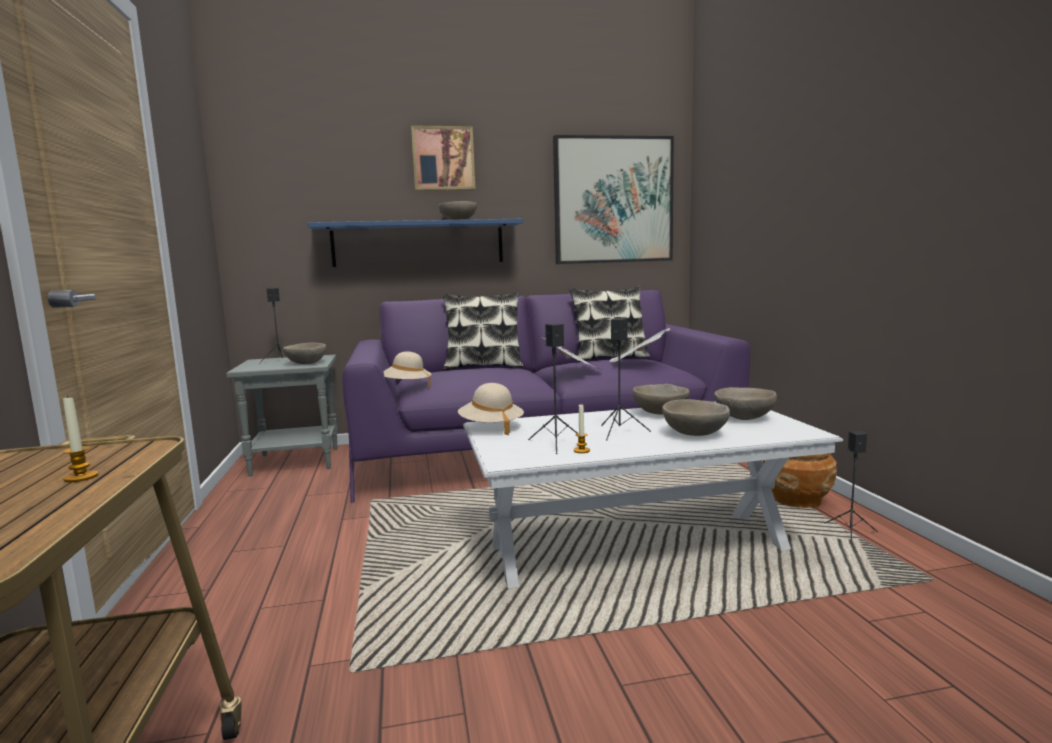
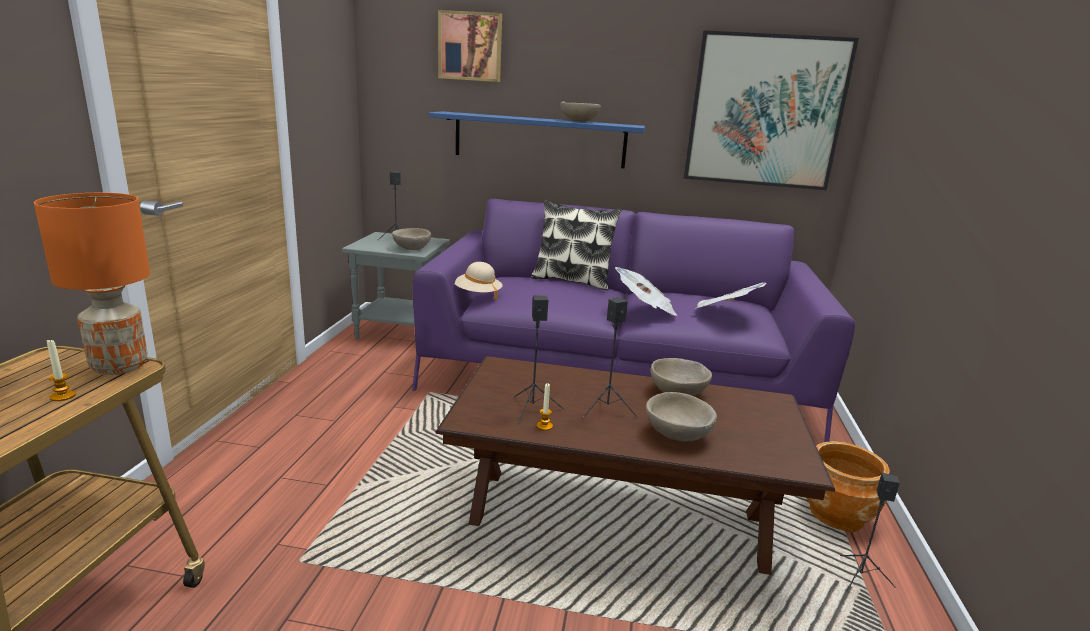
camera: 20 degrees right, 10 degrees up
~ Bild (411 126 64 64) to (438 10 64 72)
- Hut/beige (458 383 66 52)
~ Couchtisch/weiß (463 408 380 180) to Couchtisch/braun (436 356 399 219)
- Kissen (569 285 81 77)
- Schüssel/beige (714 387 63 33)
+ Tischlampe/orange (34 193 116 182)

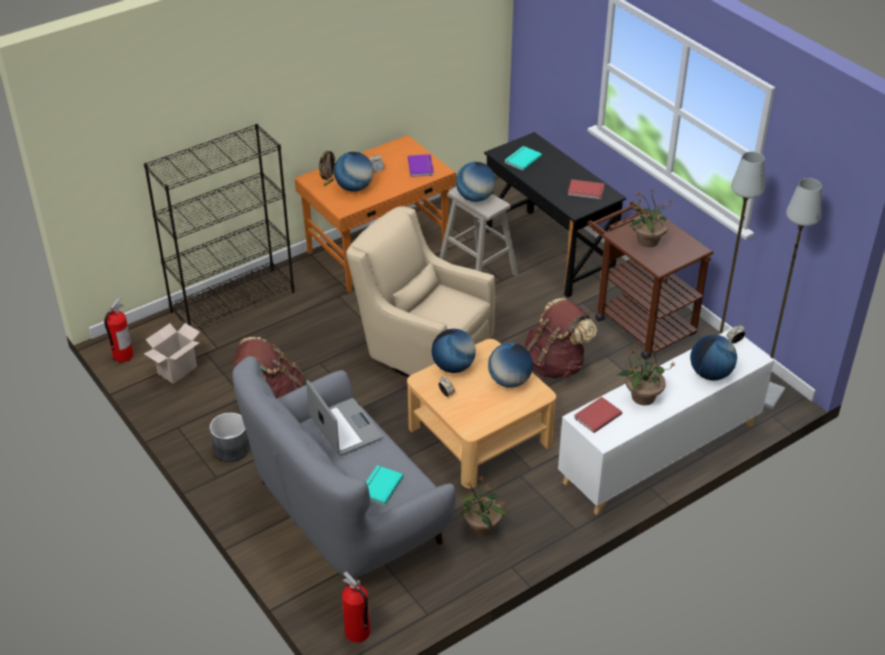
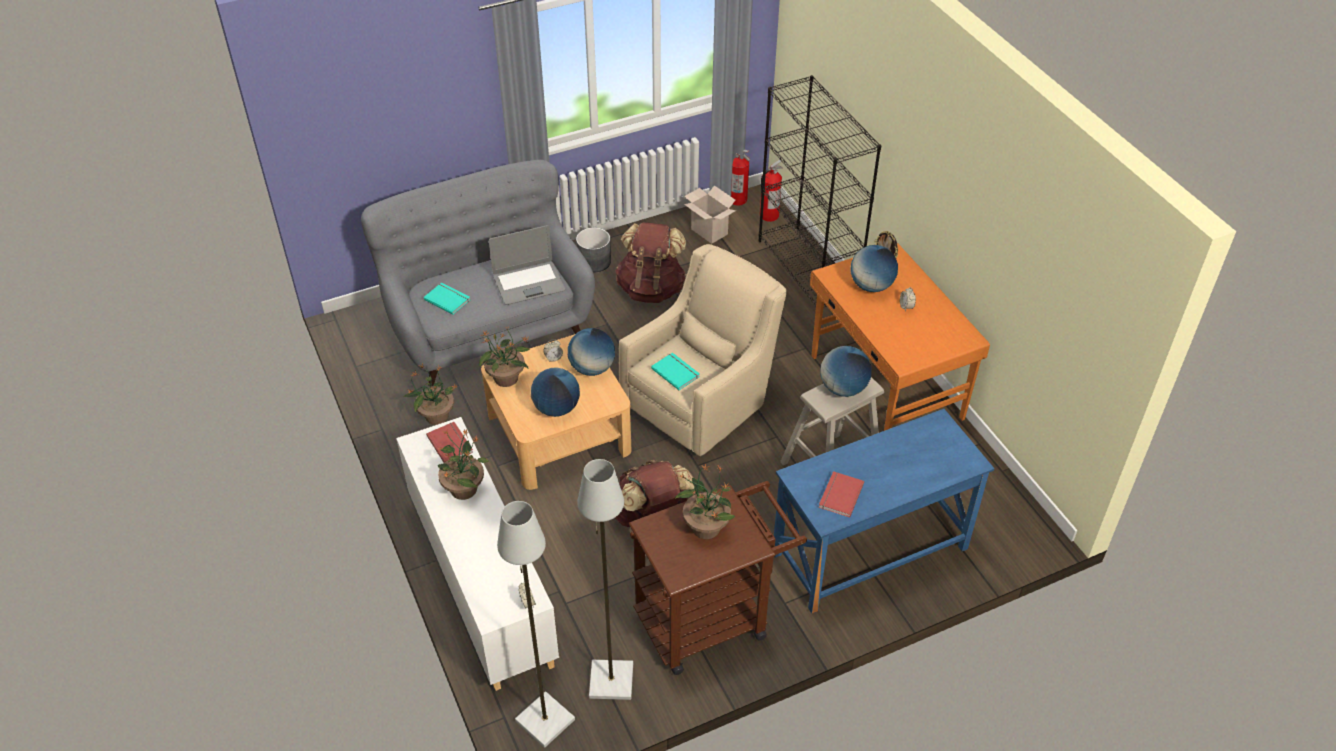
camera: 100 degrees right, 5 degrees up
~ Feuerlöscher (342 571 28 72) to (760 159 22 63)
- Buch/lila (408 154 26 23)
~ Schreibtisch/schwarz (484 132 142 166) to Schreibtisch/blau (774 409 220 204)
~ Buch/türkis (505 146 37 25) to (651 352 49 38)
- Globus (690 335 47 45)
+ Topfpflanze (479 328 51 59)

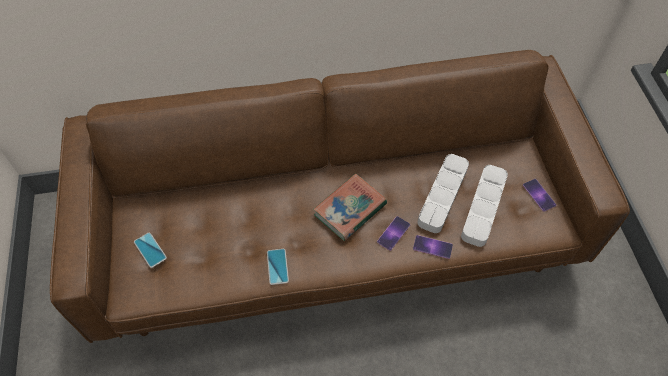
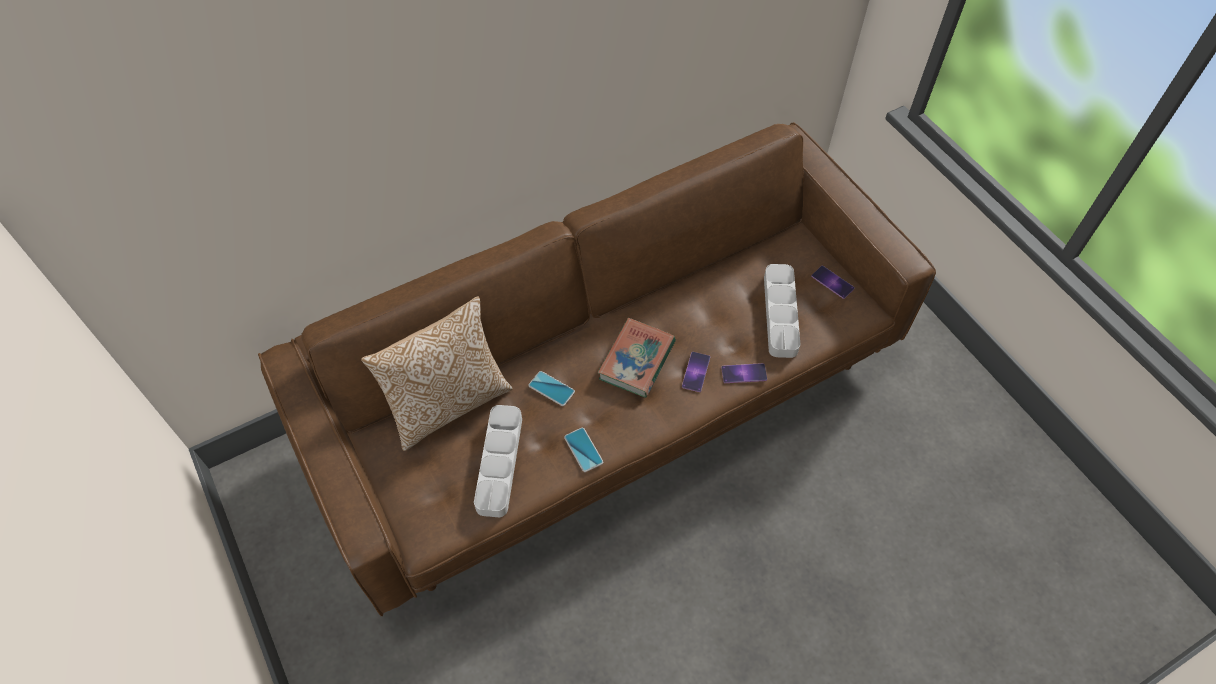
camera: 20 degrees left, 0 degrees up
~ Handy (134 233 33 35) to (528 371 47 35)
~ Tablett/grau (418 154 51 79) to (474 405 48 112)
+ Kissen (361 296 152 155)

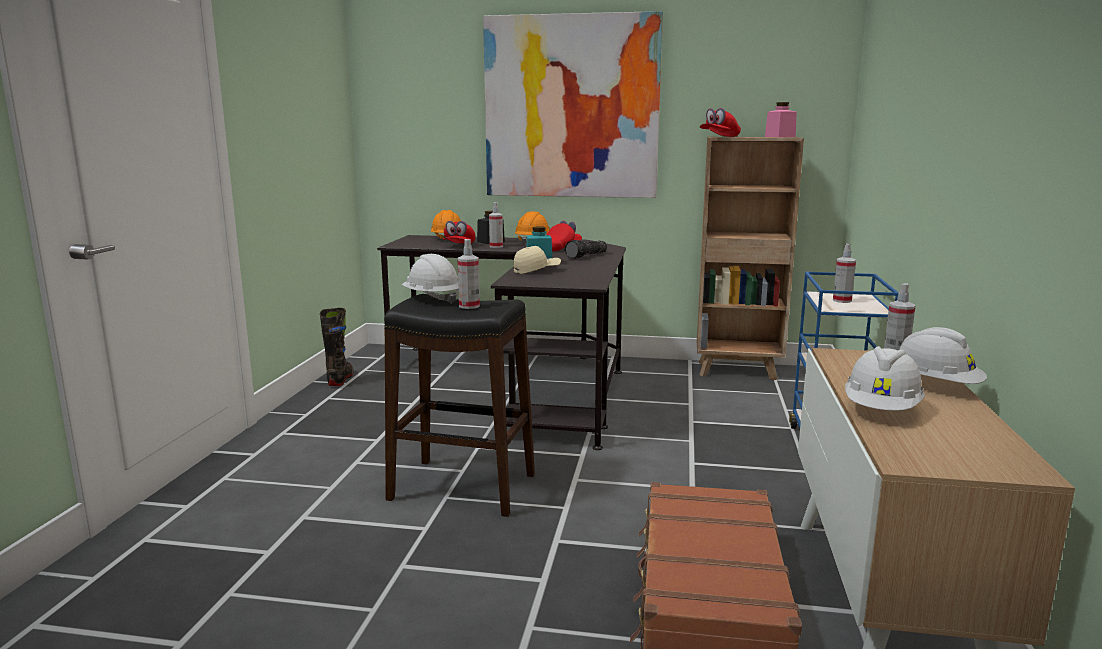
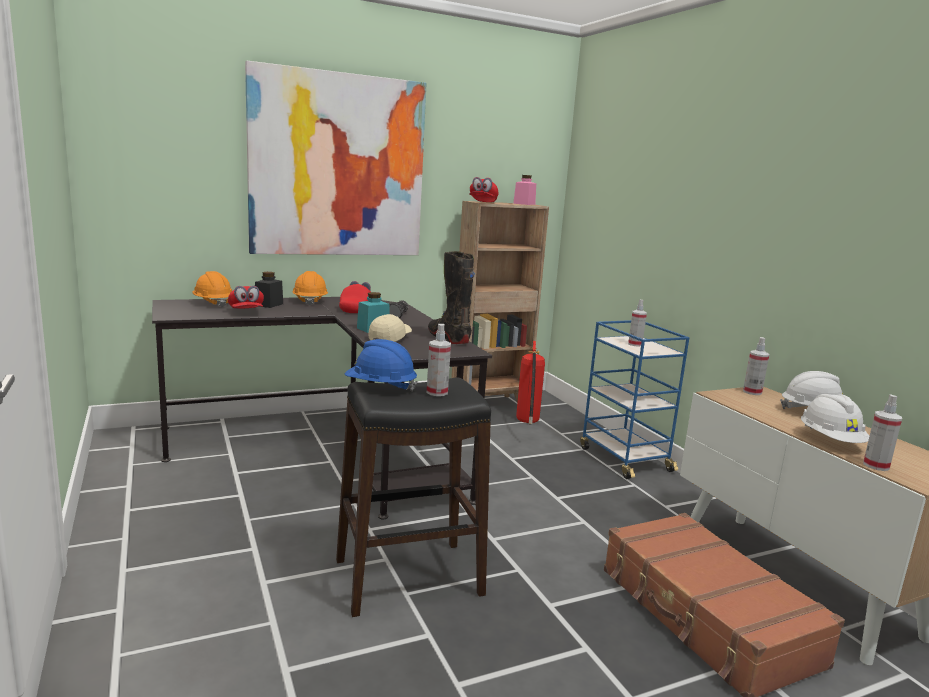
camera: 35 degrees left, 0 degrees up
~ Stiefel/schwarz (320 308 34 78) to (428 251 47 93)
~ Schutzhelm/weiß (402 254 56 50) to Schutzhelm/blau (345 339 73 53)
~ Sprühflasche (489 202 14 46) to (863 394 39 77)
+ Feuerlöscher (516 341 29 84)

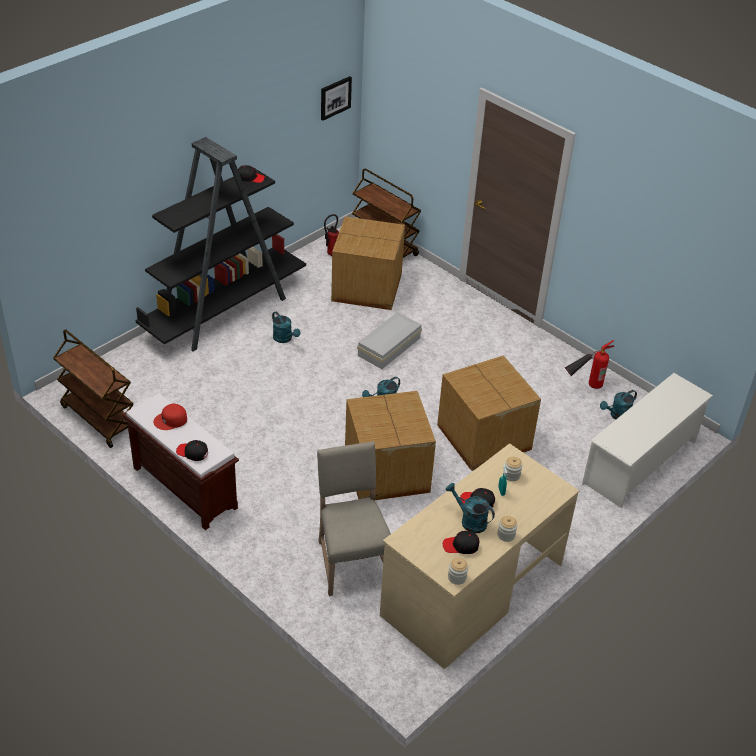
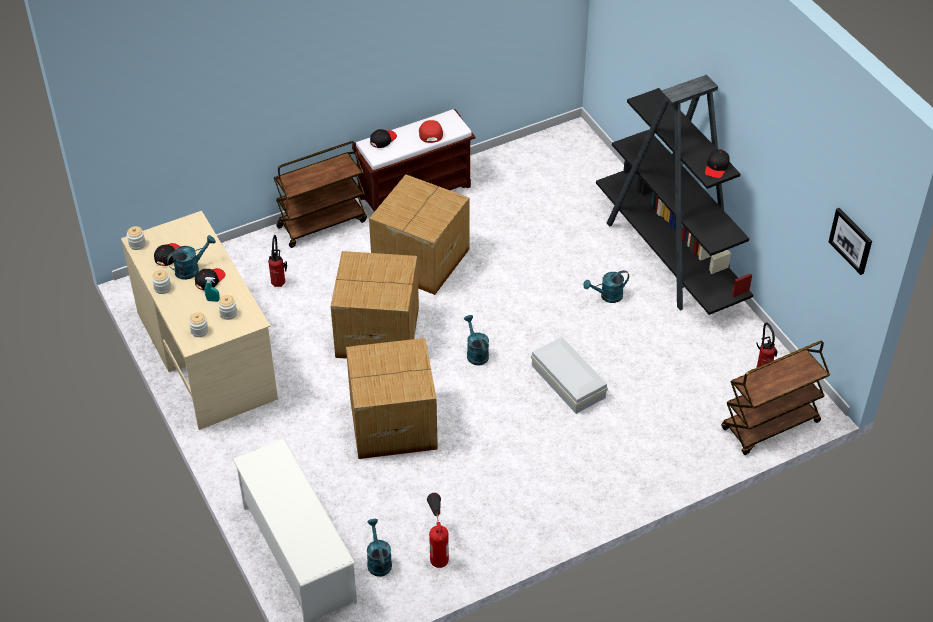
camera: 110 degrees right, 5 degrees up
~ Rollwagen/braun (53 329 81 119) to (274 141 93 107)
~ Stuhl/beige (317 441 74 155) to Feuerlöscher (268 235 19 52)
~ Karton (331 216 74 94) to (369 175 100 120)
+ Vorratsglas (189 312 19 25)

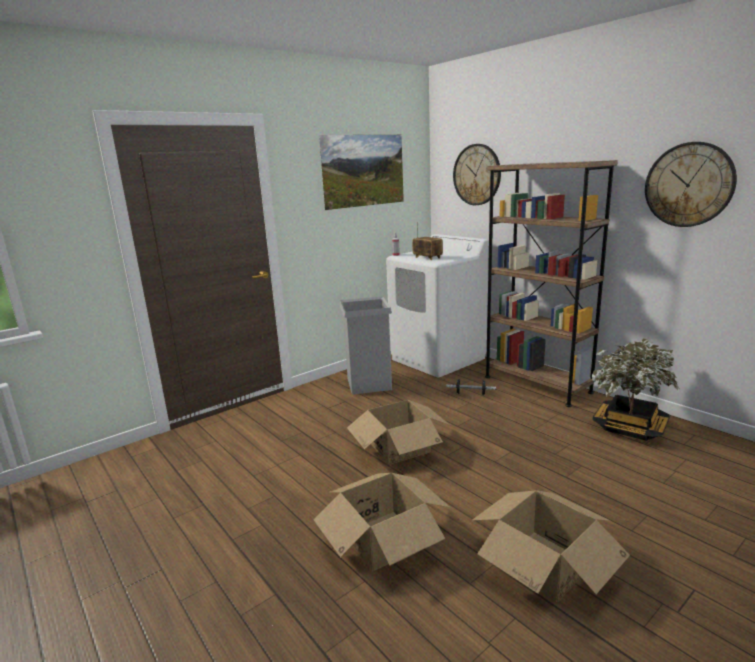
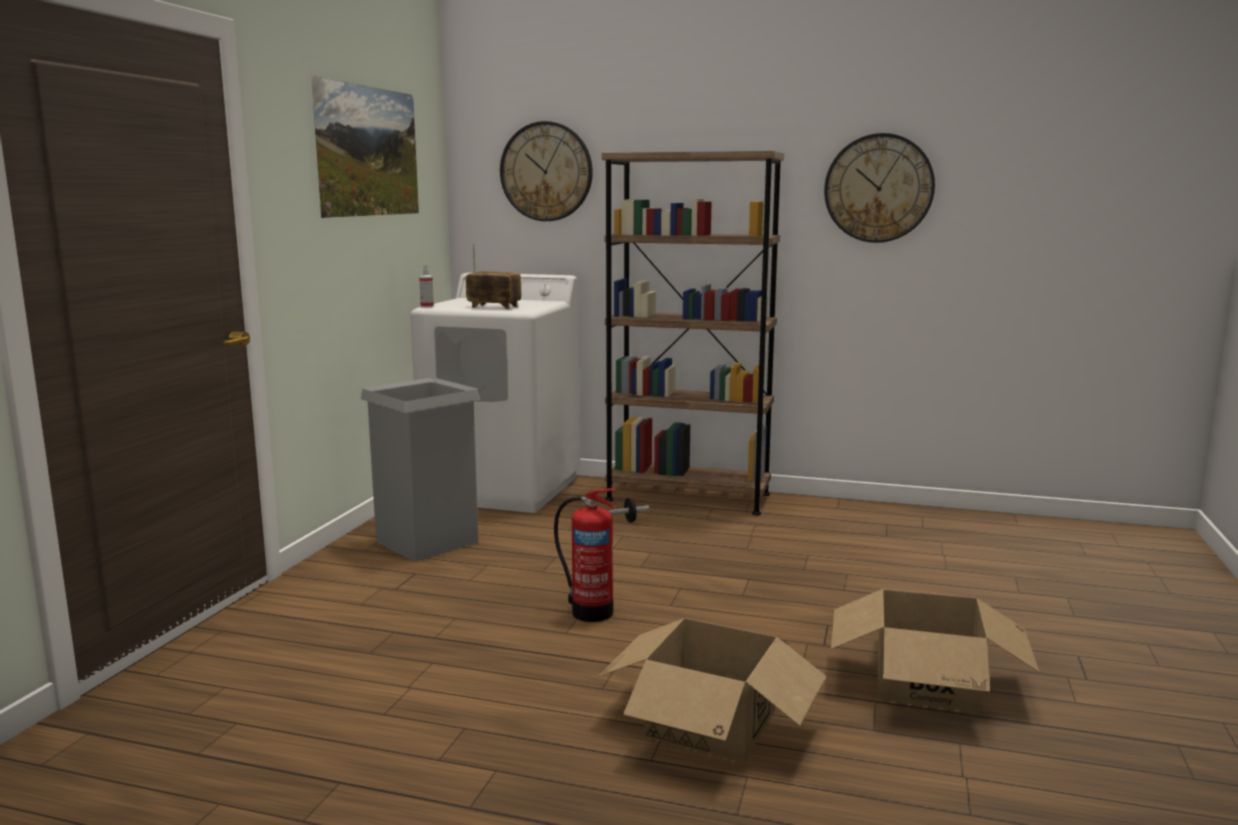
camera: 35 degrees left, 5 degrees down
~ Karton (347 400 103 65) to Feuerlöscher (554 488 62 134)
- Topfpflanze (592 339 87 102)

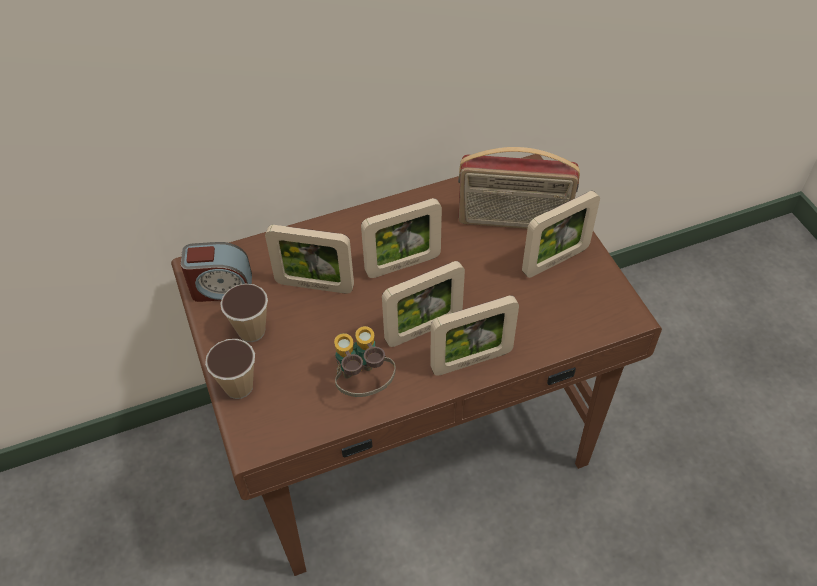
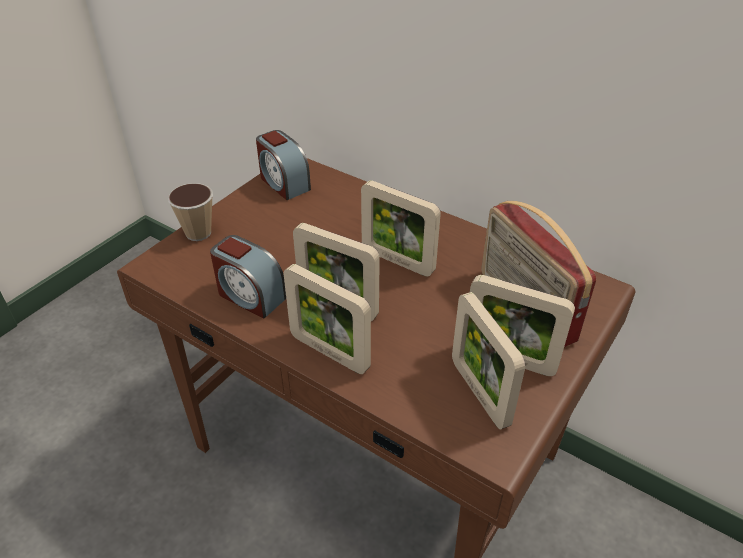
camera: 55 degrees right, 10 degrees down
- Tasse (220 284 48 58)
~ Bilderrahmen (265 225 89 69) to (452 292 73 137)
~ Fernglas (334 326 62 71) to Wecker (210 235 76 84)

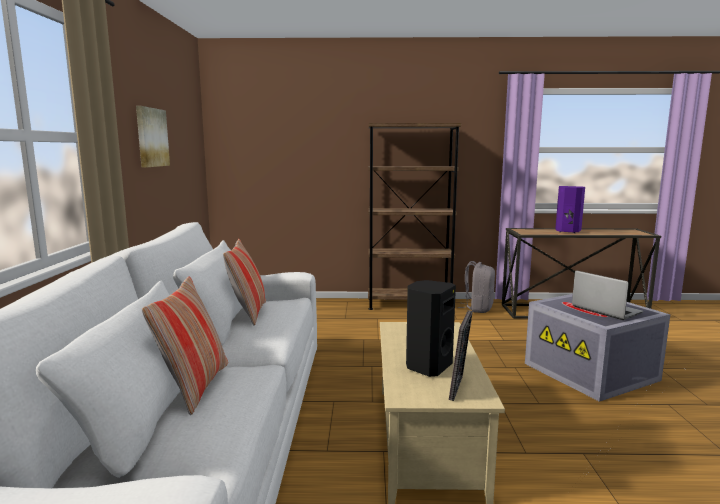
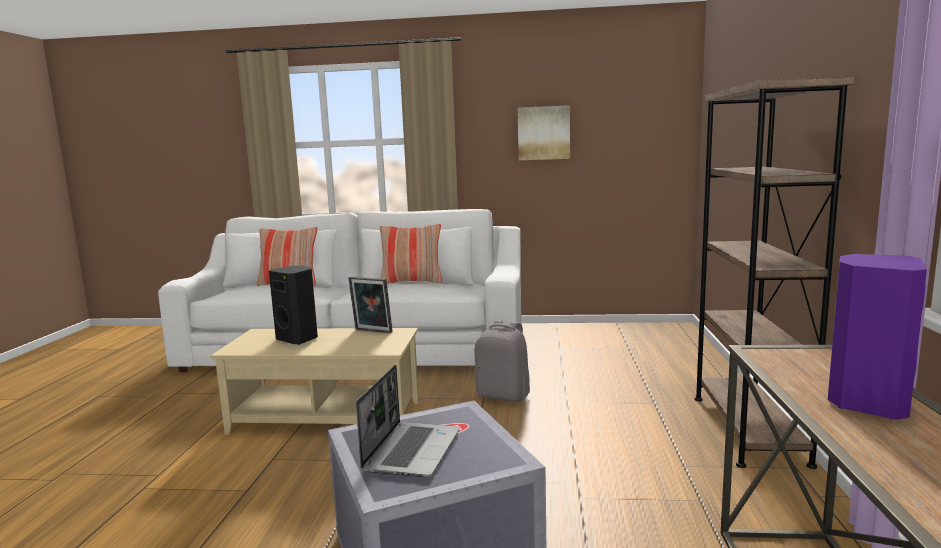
camera: 95 degrees right, 0 degrees up
~ Bilderrahmen (449 310 24 91) to (348 277 45 56)
~ Rucksack/grau (458 261 37 52) to (474 320 56 82)
~ Laptop (572 270 71 50) = (356 365 104 112) 45 degrees counterclockwise

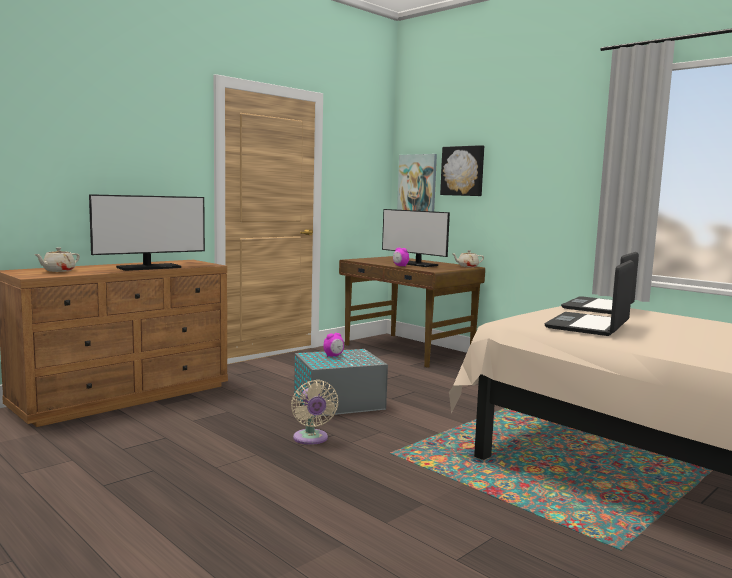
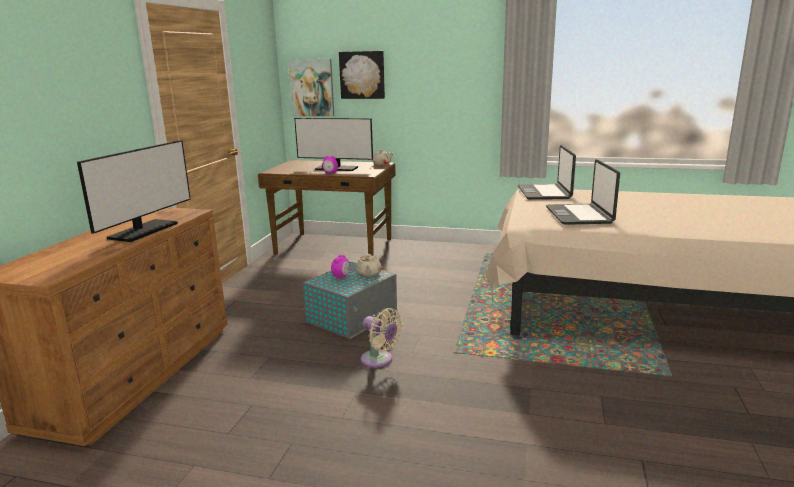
camera: 30 degrees left, 10 degrees up
~ Teekanne/beige (34 247 46 25) to (356 254 26 22)

